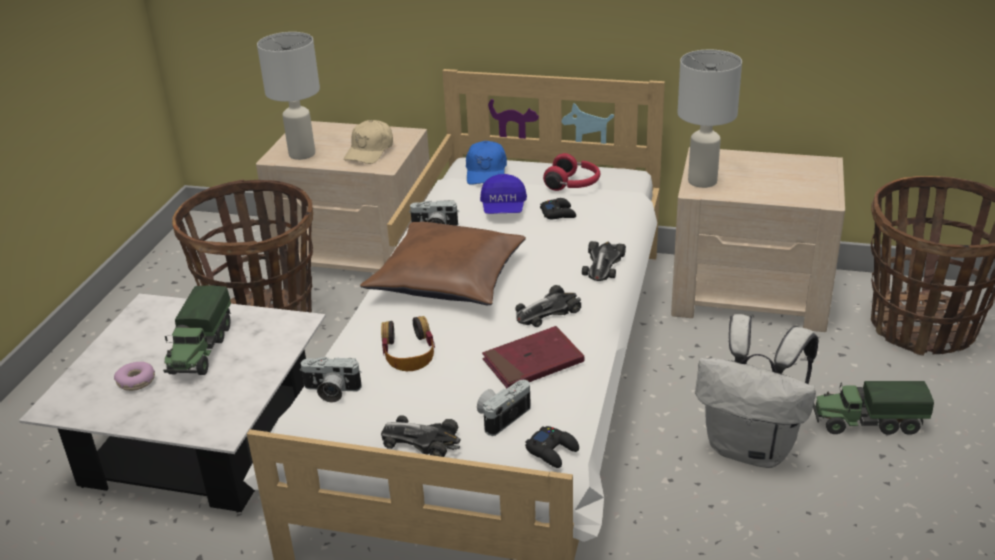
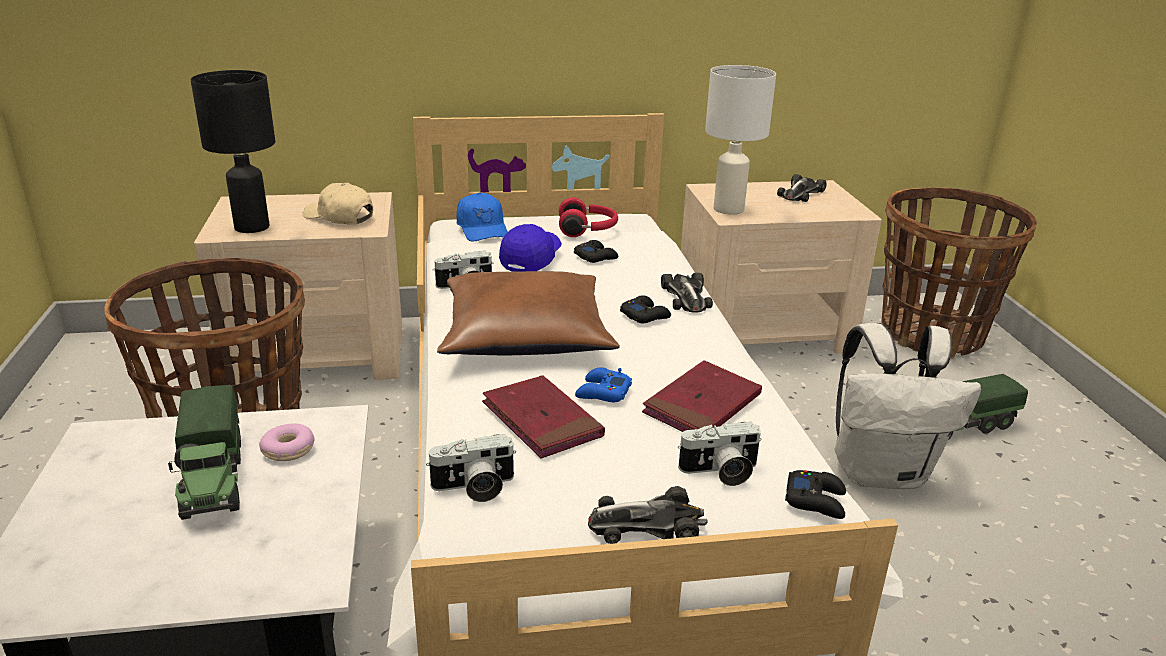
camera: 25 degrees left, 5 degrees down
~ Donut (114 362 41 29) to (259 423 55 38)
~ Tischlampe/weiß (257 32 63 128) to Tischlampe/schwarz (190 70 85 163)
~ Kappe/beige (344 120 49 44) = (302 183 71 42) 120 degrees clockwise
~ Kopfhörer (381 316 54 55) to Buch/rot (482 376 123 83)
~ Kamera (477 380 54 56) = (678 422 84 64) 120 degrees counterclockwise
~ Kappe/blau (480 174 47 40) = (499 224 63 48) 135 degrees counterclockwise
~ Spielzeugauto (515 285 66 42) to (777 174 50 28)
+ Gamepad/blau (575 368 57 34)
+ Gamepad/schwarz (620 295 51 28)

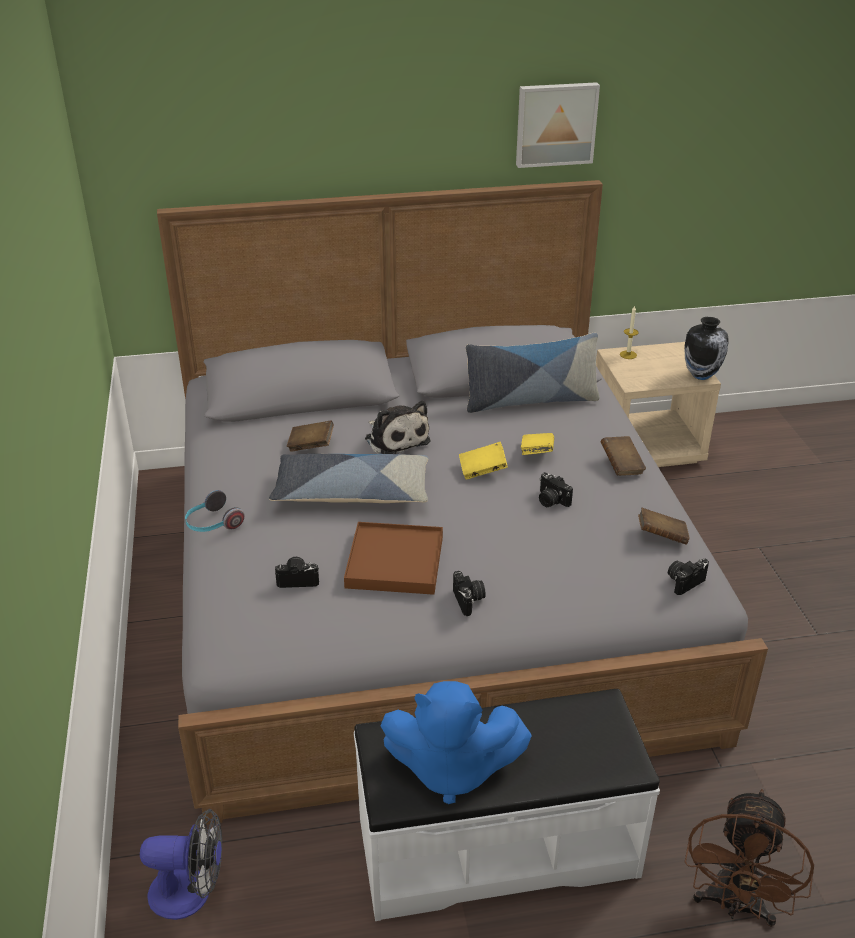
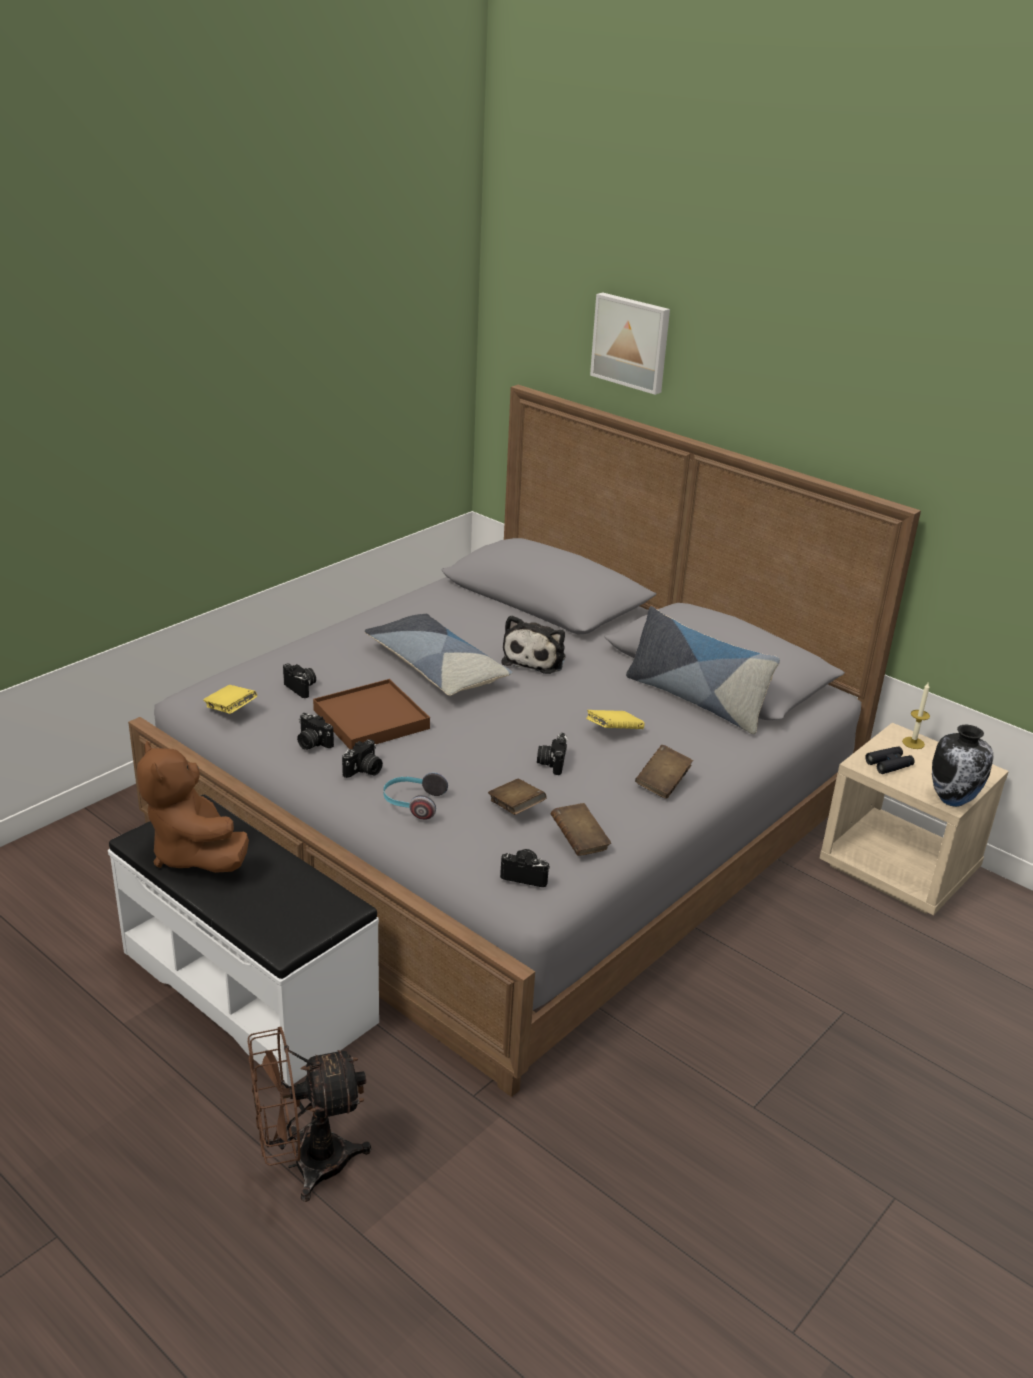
camera: 50 degrees right, 5 degrees down
- Ventilator (140 809 82 111)
~ Kopfhörer (185 490 60 42) to (383 772 65 48)
~ Buch/braun (287 421 47 31) to (488 779 59 36)
~ Plüschtier/blau (380 681 152 123) to Plüschtier/braun (137 741 112 132)
~ Buch/gelb (459 442 49 38) to (203 685 54 29)
~ Bild (516 82 84 86) to (590 293 80 102)
+ Kamera (297 713 37 37)
+ Fernglas/schwarz (865 746 50 28)

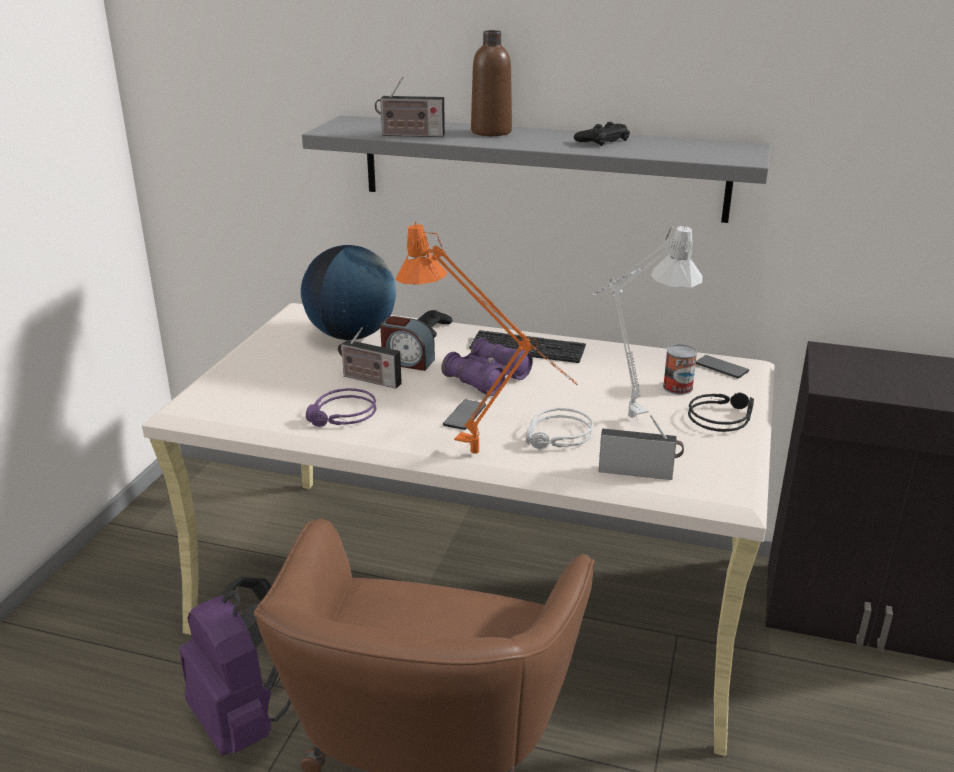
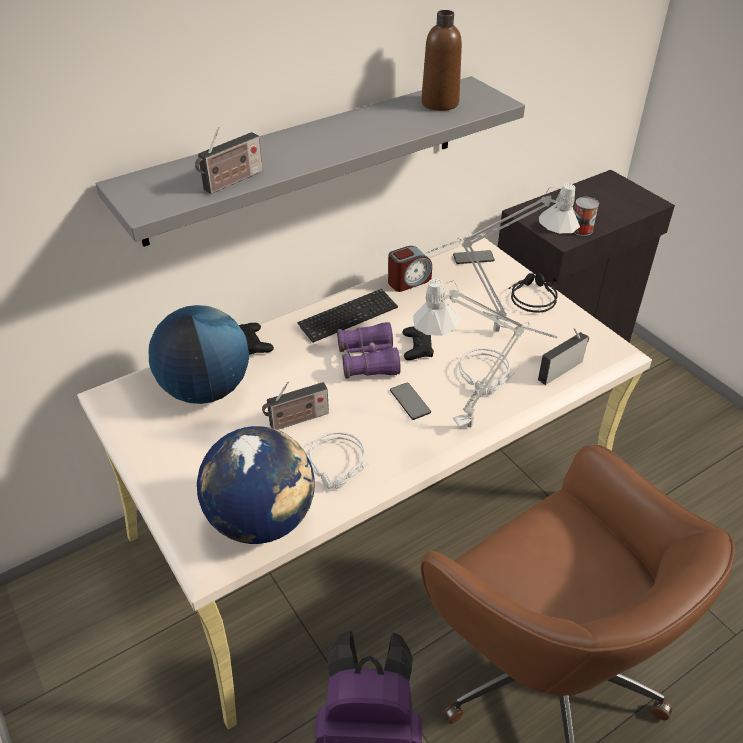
camera: 50 degrees left, 15 degrees up
~ Kopfhörer/lila (306 388 70 39) to Kopfhörer/grau (309 432 60 57)
~ Wecker (380 316 55 55) to (388 246 44 46)
~ Tischlampe/orange (395 222 182 232) to Tischlampe/grau (413 278 144 151)
~ Flasche/braun (471 30 41 106) to (422 10 40 101)
~ Gamepad/schwarz (574 122 56 24) to (402 326 32 34)
~ Dose (663 344 34 51) to (573 197 26 39)
+ Globus (197 426 118 118)

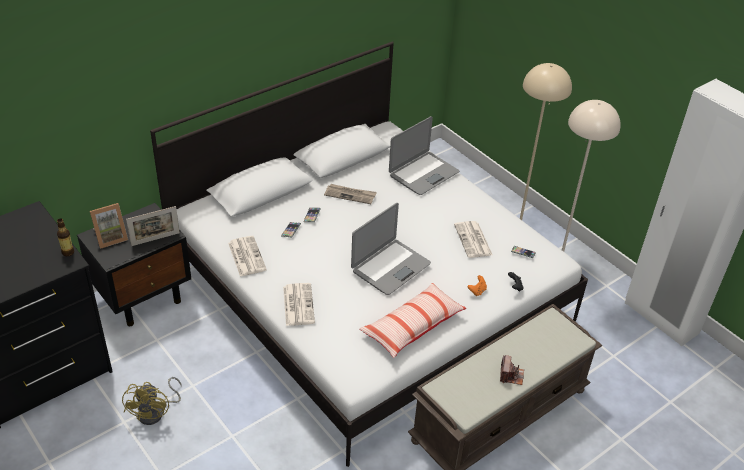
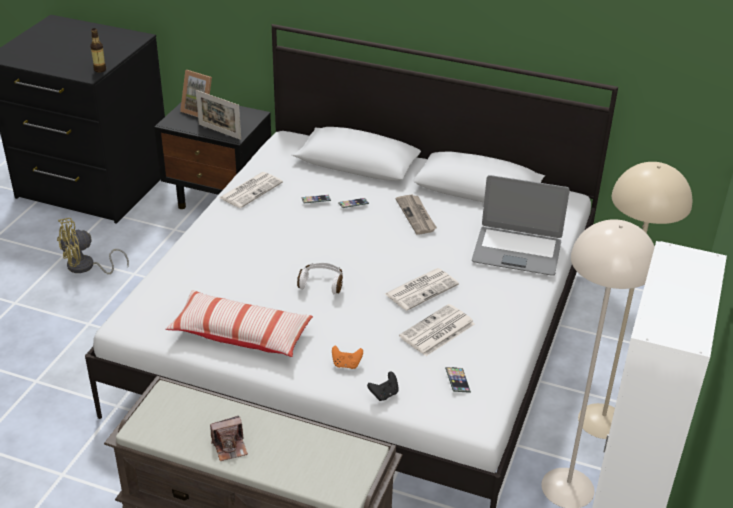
camera: 60 degrees right, 5 degrees down
~ Zeitung (283 283 32 43) to (385 268 74 43)
~ Laptop (351 203 80 92) to Kopfhörer/weiß (297 263 46 31)

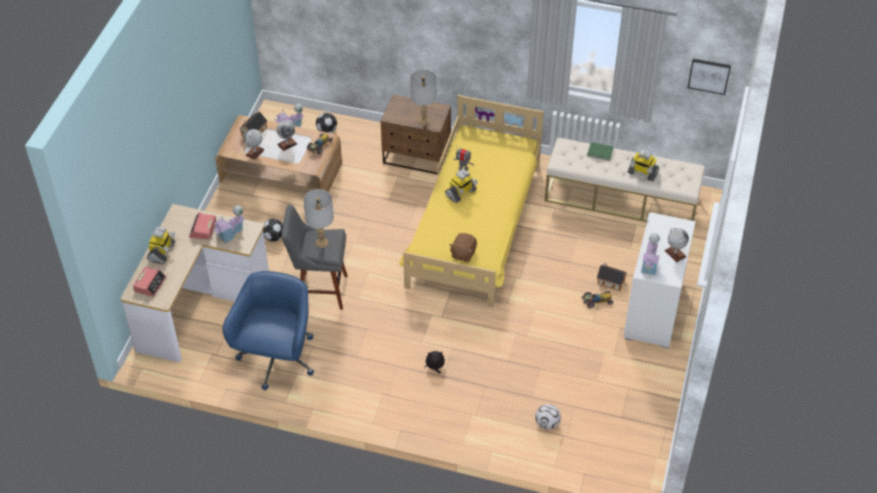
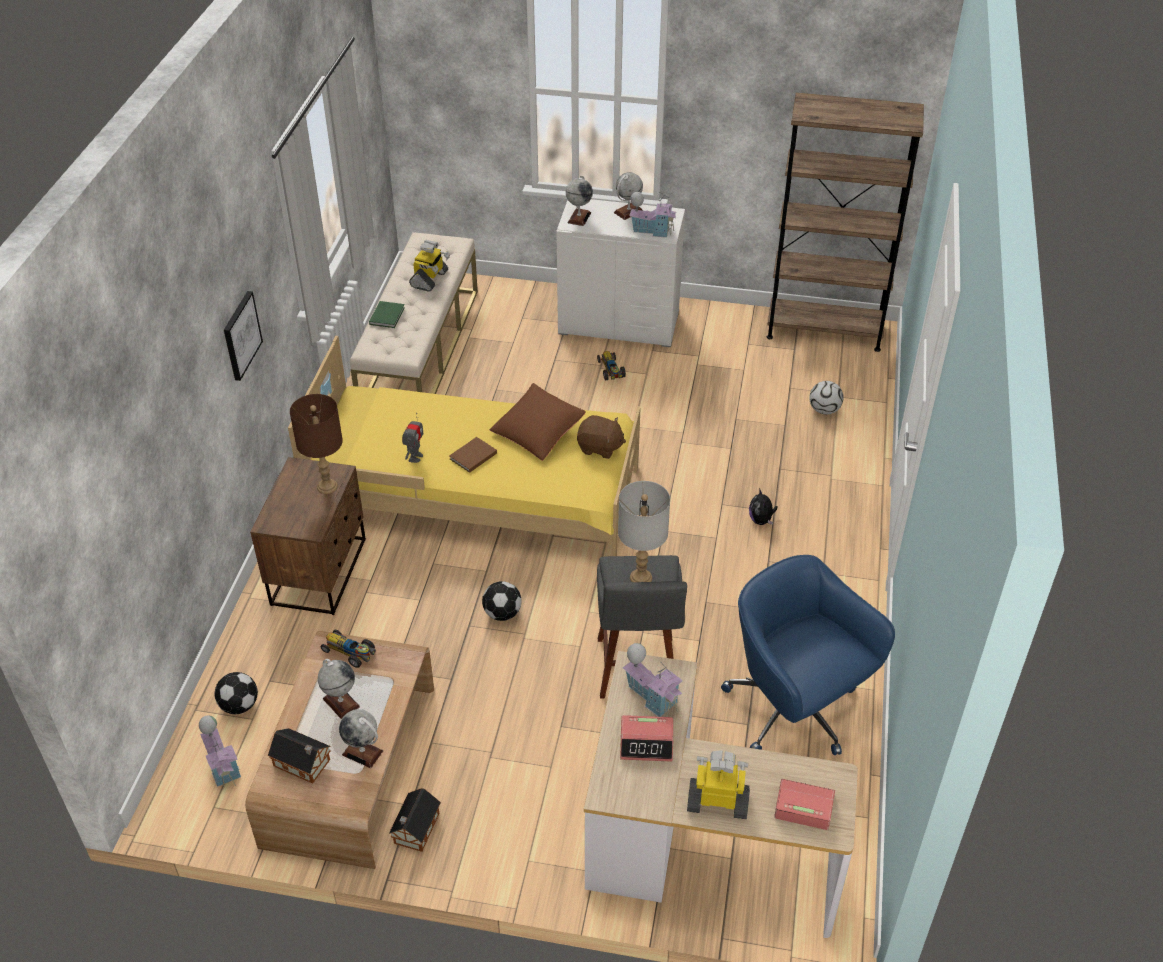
camera: 95 degrees left, 5 degrees down
~ Bürostuhl/blau (223 271 91 119) = (721 555 174 200) 45 degrees clockwise
~ Fußball (263 219 20 23) to (482 581 40 40)
~ Tischlampe/grau (410 69 27 57) to Tischlampe/braun (290 394 53 100)
~ Spielzeugroboter (445 169 33 34) to Buch/braun (449 437 48 36)
~ Spielzeughaus (597 263 30 28) to (389 788 52 64)
~ Bild (688 59 43 36) to (224 291 39 90)
+ Kissen/braun (490 383 96 78)
+ Globus (566 176 27 50)
+ Bücherregal/braun (767 93 157 259)

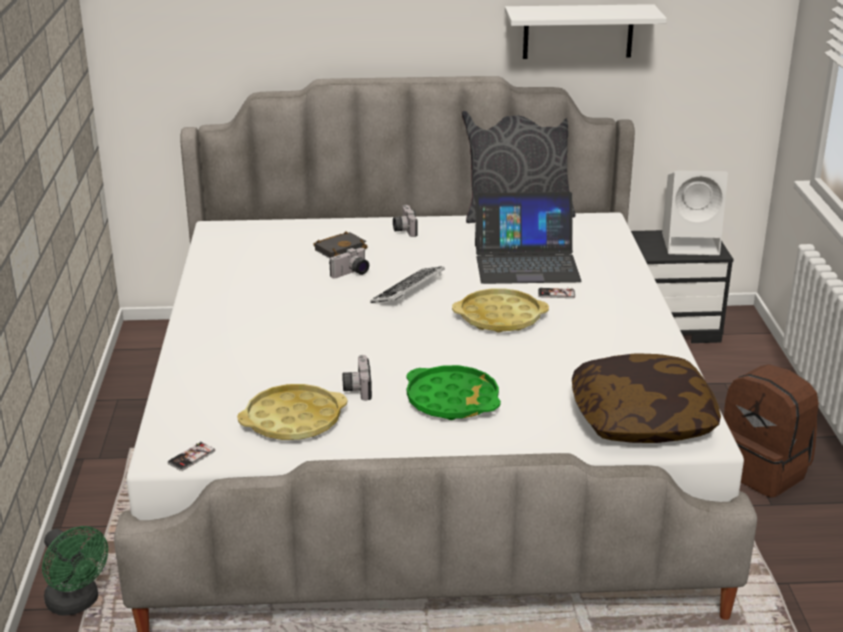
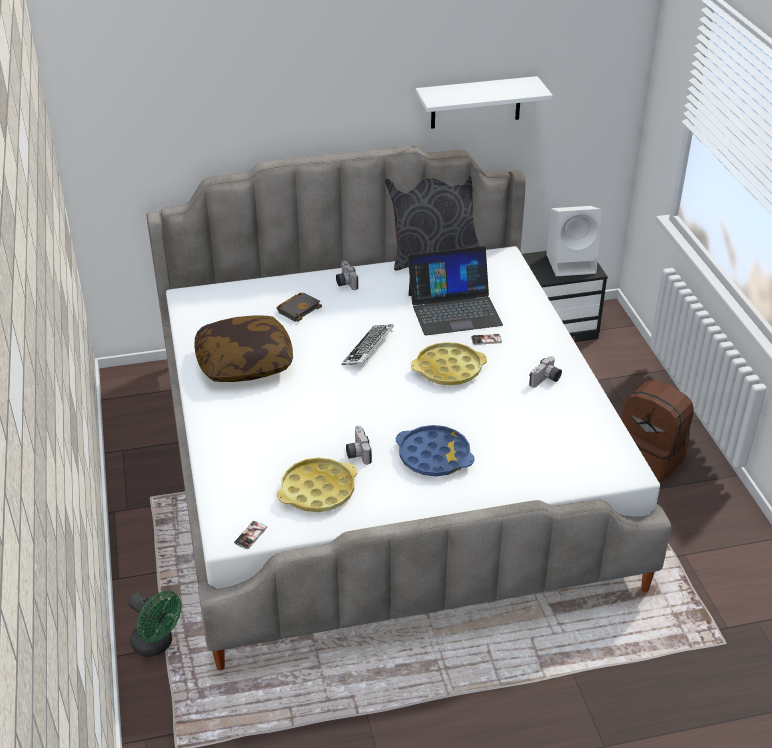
camera: 10 degrees left, 10 degrees up
~ Kamera (329 248 40 30) to (529 356 33 32)
~ Tablett/grün (406 365 95 55) to Tablett/blau (396 425 79 51)
~ Kissen (572 353 149 90) to (194 316 99 66)

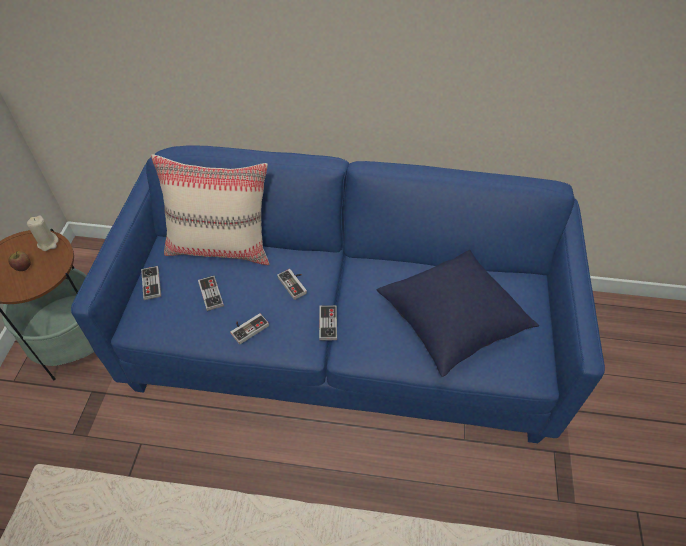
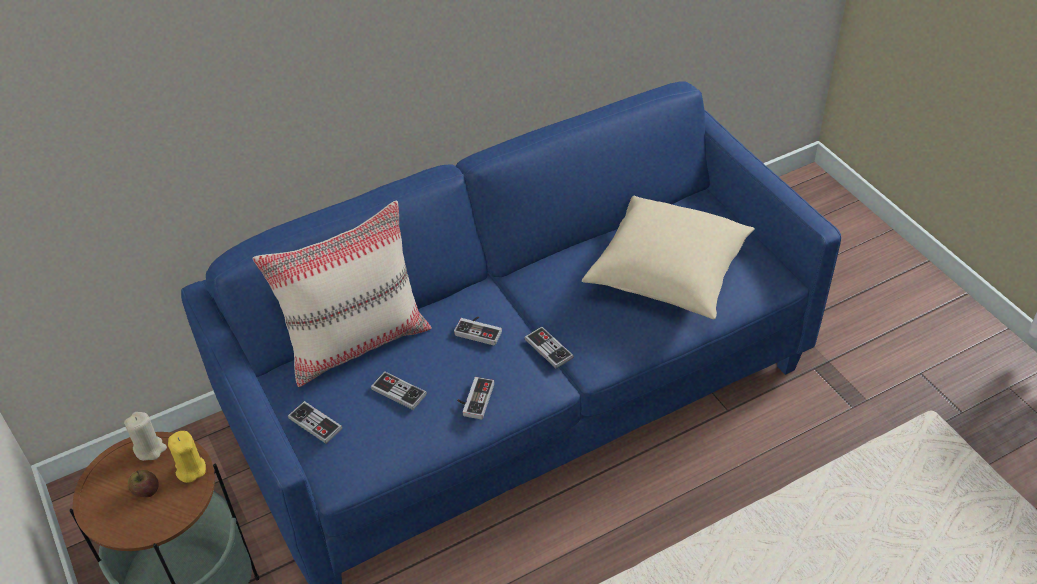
camera: 35 degrees left, 5 degrees down
~ Kissen/blau (376 250 163 127) to Kissen/beige (582 195 173 124)
+ Kerze/gelb (168 431 38 52)

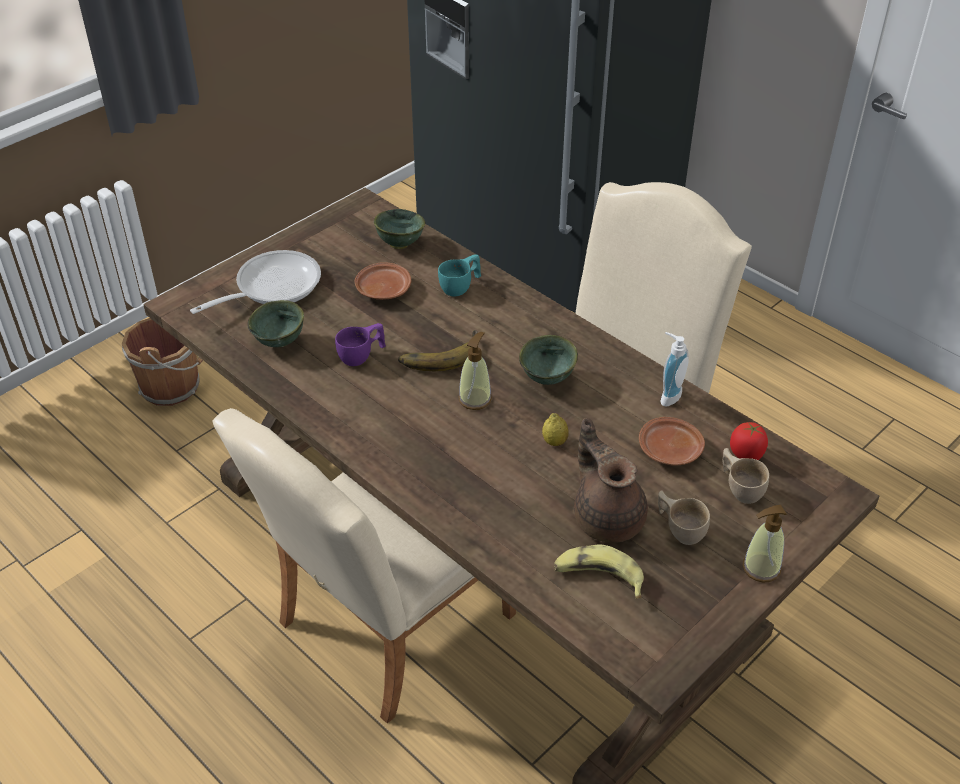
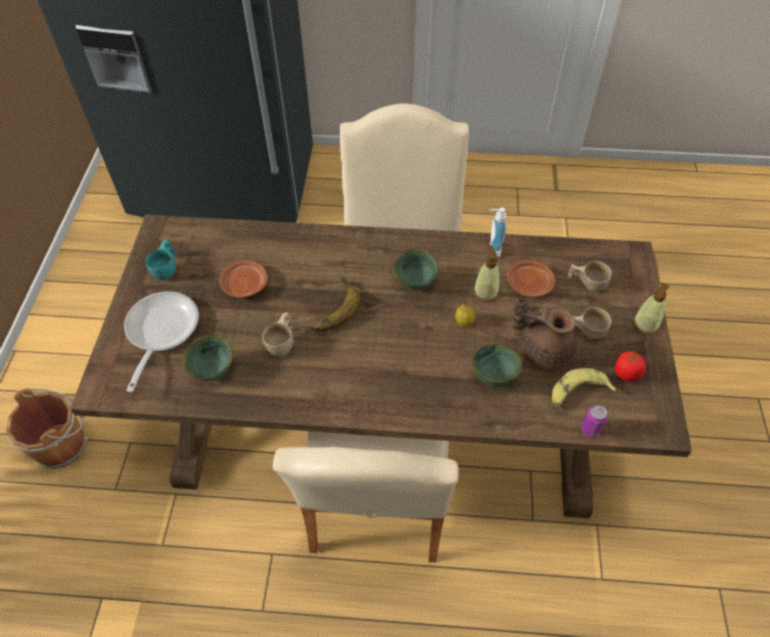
camera: 40 degrees left, 10 degrees up
~ Tasse/lila (335 323 51 43) to Tasse/beige (262 312 31 45)
~ Schüssel/grün (374 209 51 40) to (472 344 51 43)
~ Tasse/türkis (438 254 43 42) to (145 239 31 41)
~ Seifenspender (458 332 34 78) to (473 244 26 58)
~ Tomate (730 422 38 38) to (615 351 31 30)
+ Dose (581 405 27 32)

